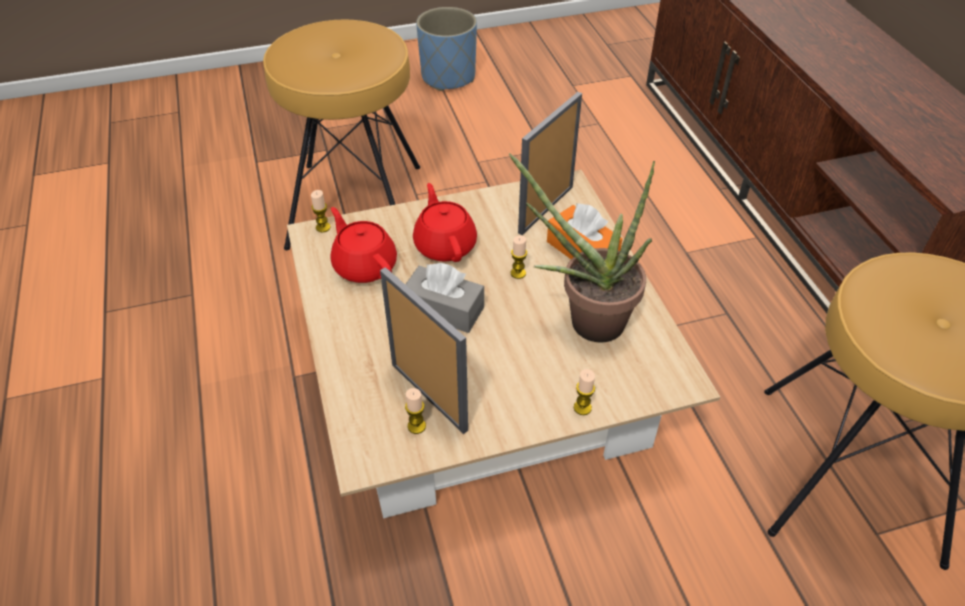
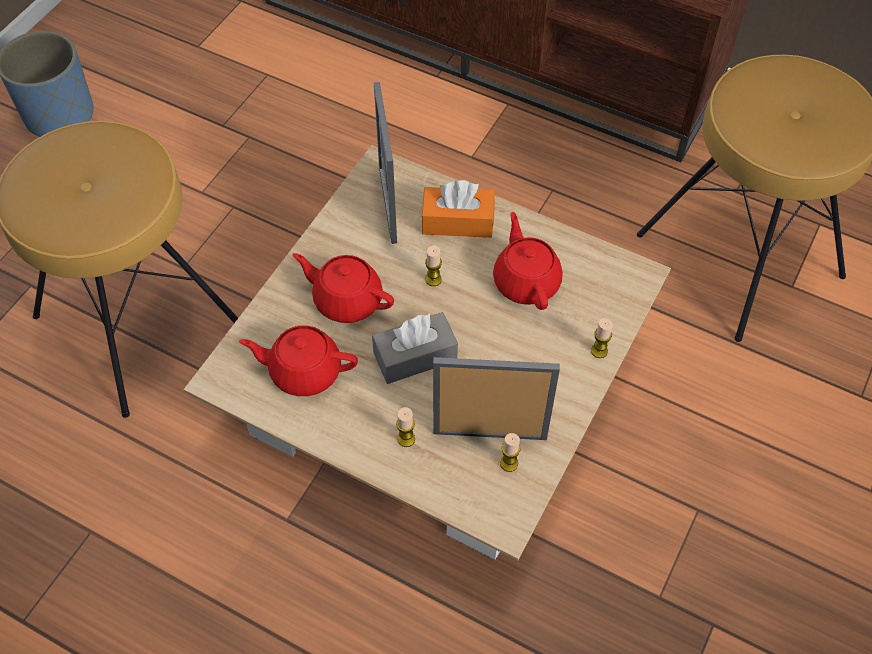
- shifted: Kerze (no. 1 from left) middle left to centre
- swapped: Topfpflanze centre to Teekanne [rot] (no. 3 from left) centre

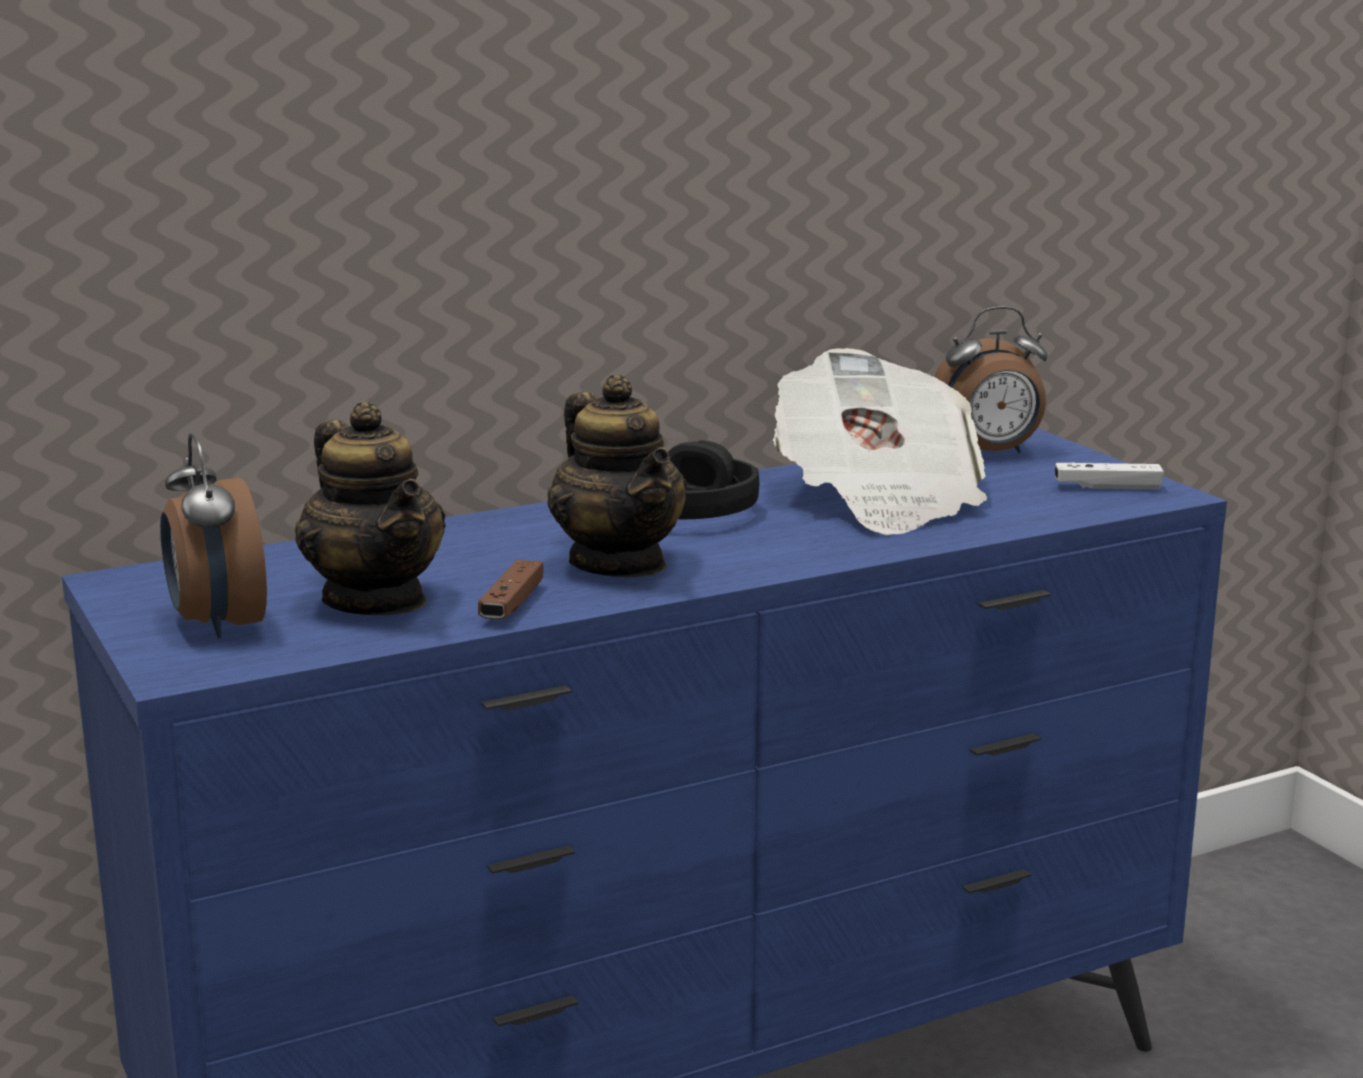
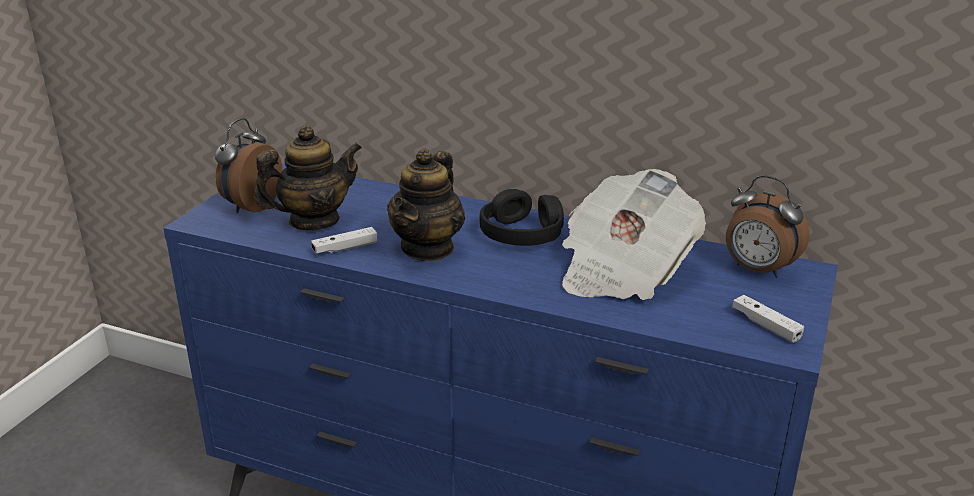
- repainted: Gamepad [braun] centre to Gamepad [weiß] (no. 1 from left) centre
- rotated: Teekanne (no. 1 from left) middle left = middle left 135 degrees counterclockwise

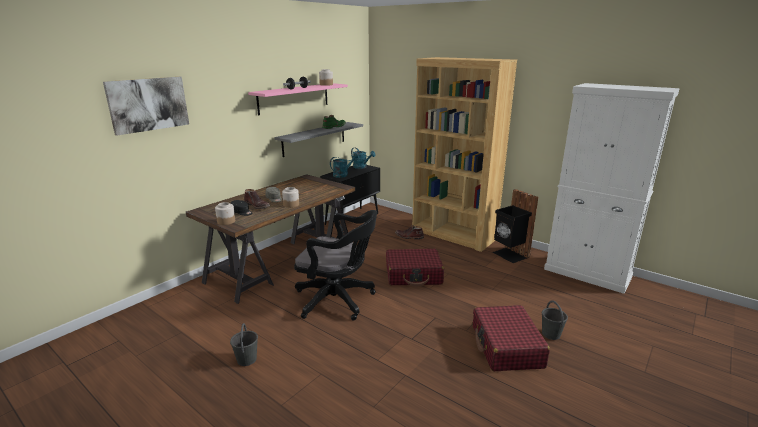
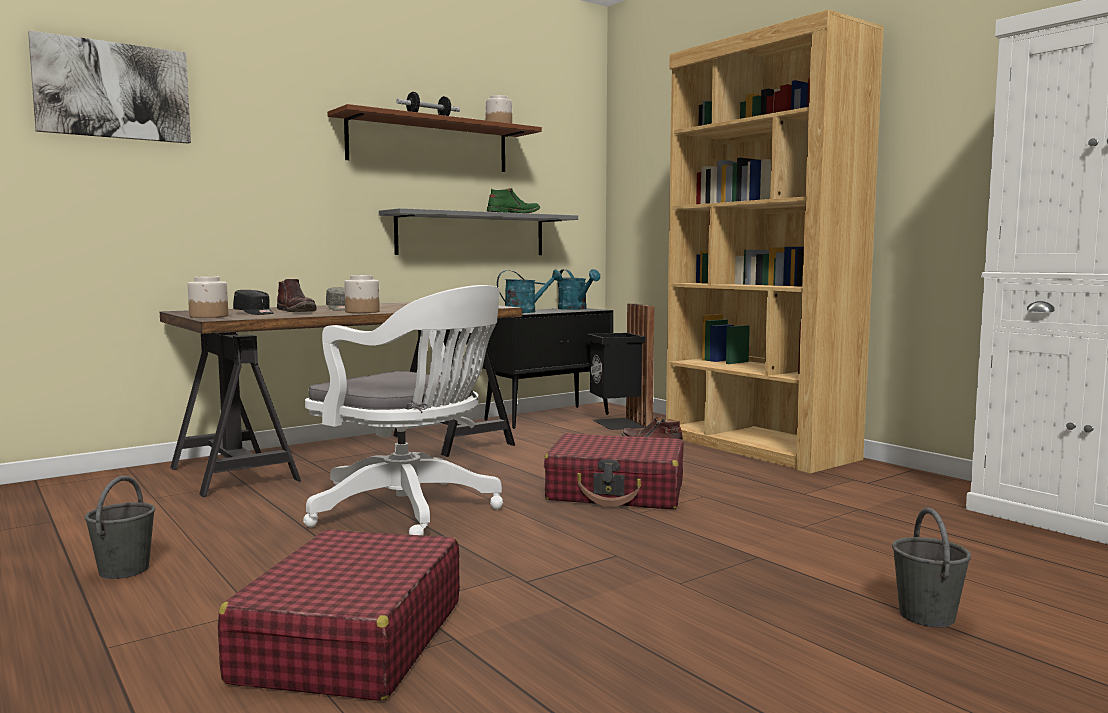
- shifted: Koffer [rot] (no. 2 from left in the first image) bottom right to Koffer [rot] (no. 1 from left) bottom left
- shifted: Mülleimer [schwarz] middle right to centre
- repainted: Wandregal [rosa] top centre to Wandregal [braun] top centre
- repainted: Bürostuhl [schwarz] centre to Bürostuhl [weiß] centre

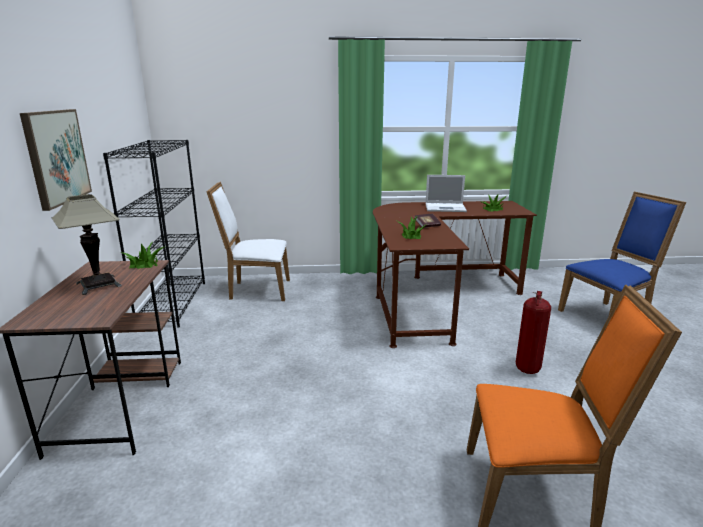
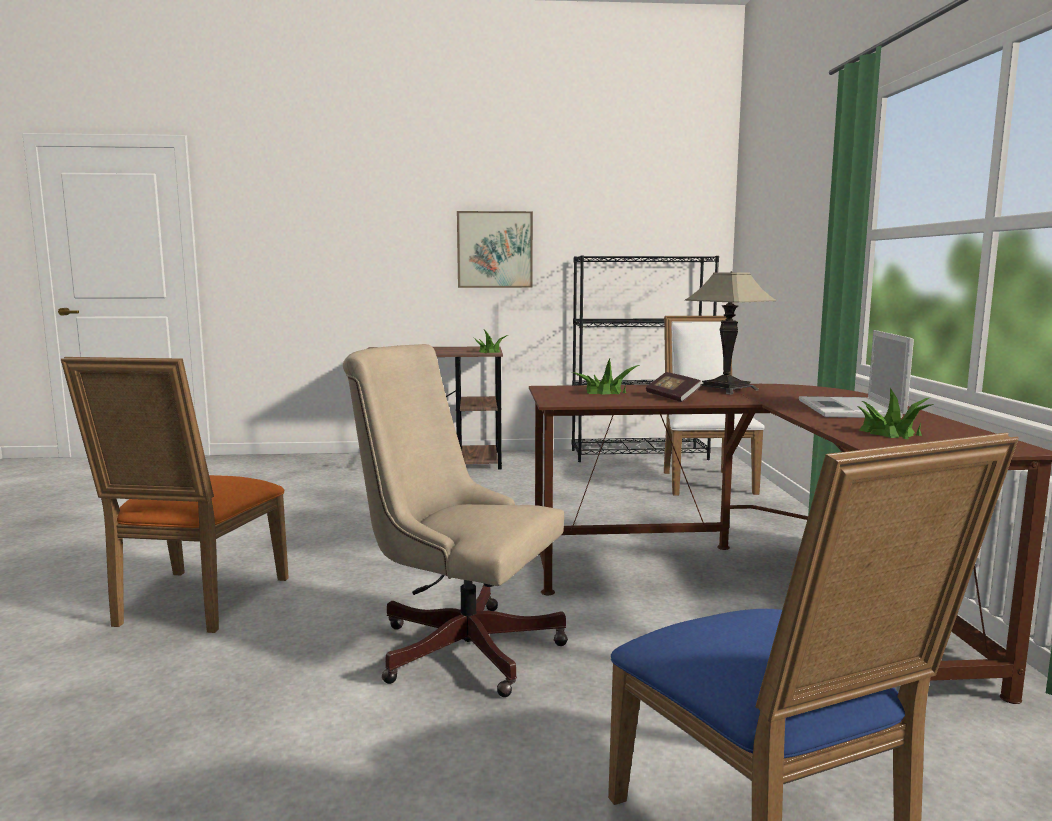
- shifted: Tischlampe middle left to middle right
- swapped: Feuerlöscher middle right to Bürostuhl [beige] centre

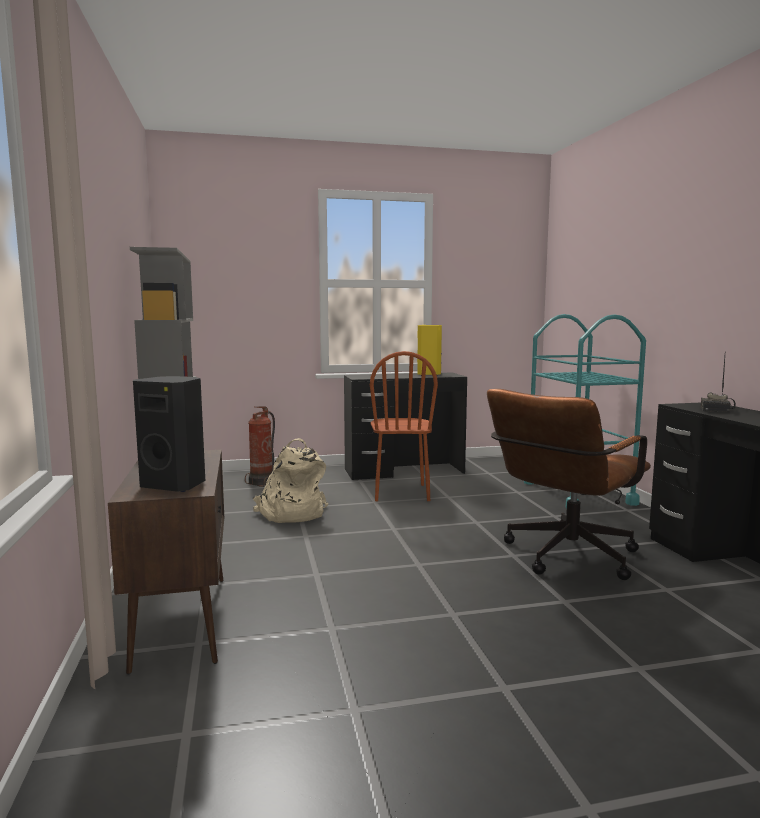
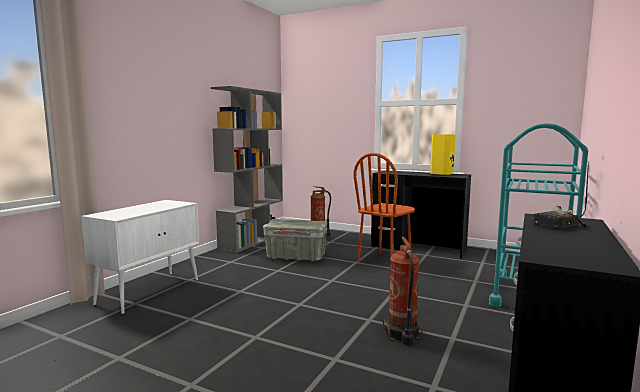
- gone: Lautsprecher [schwarz] middle left
- swapped: Rucksack [beige] centre to Aufbewahrungsbox [grau] centre
- swapped: Bürostuhl [braun] middle right to Feuerlöscher (no. 2 from left) bottom centre
- repainted: Schrank [braun] bottom left to Schrank [weiß] middle left

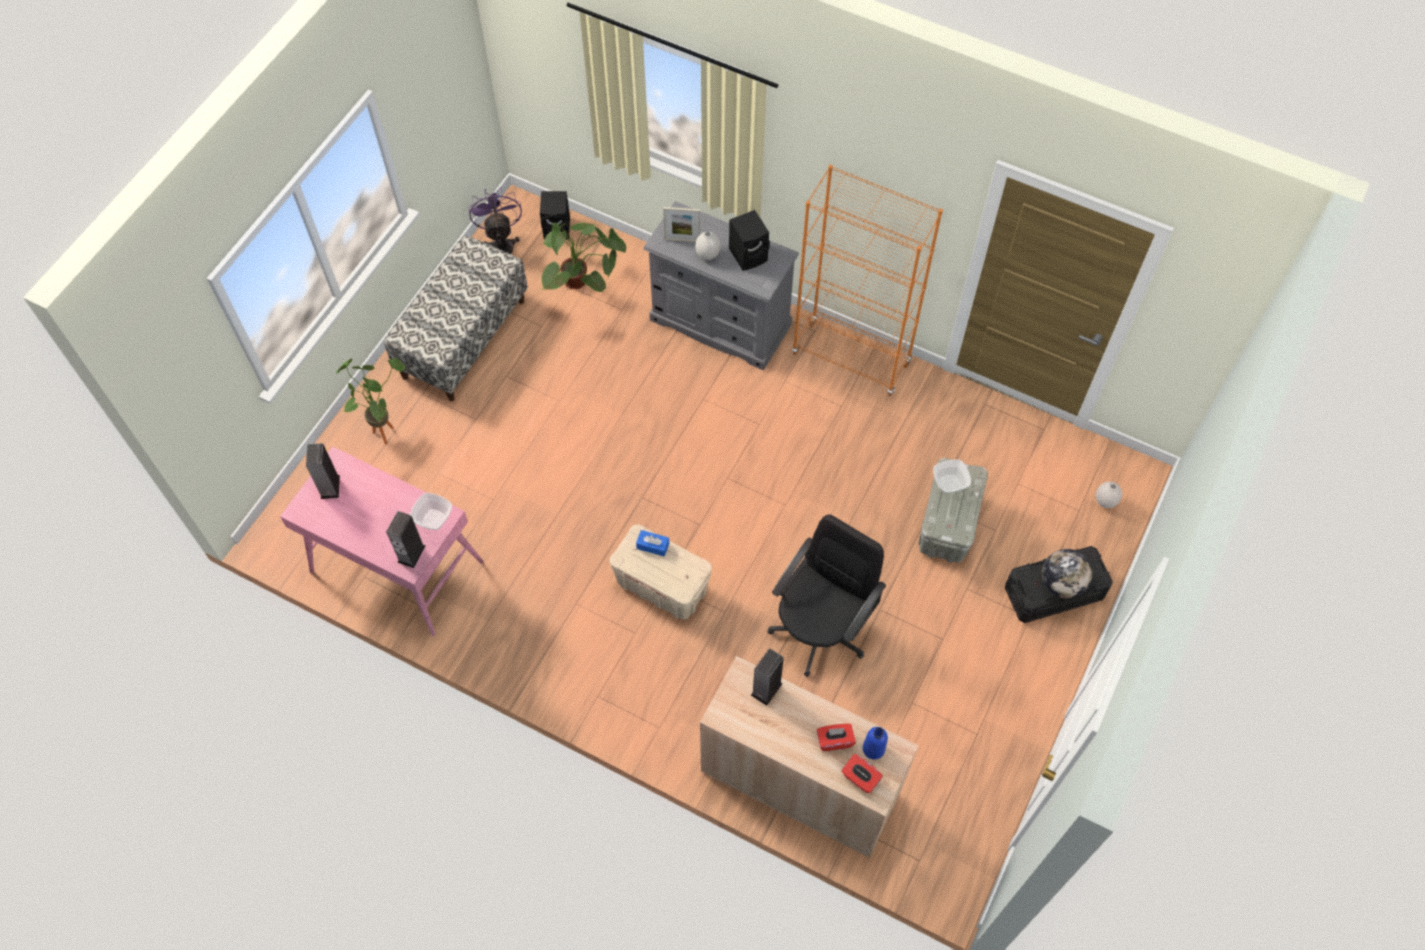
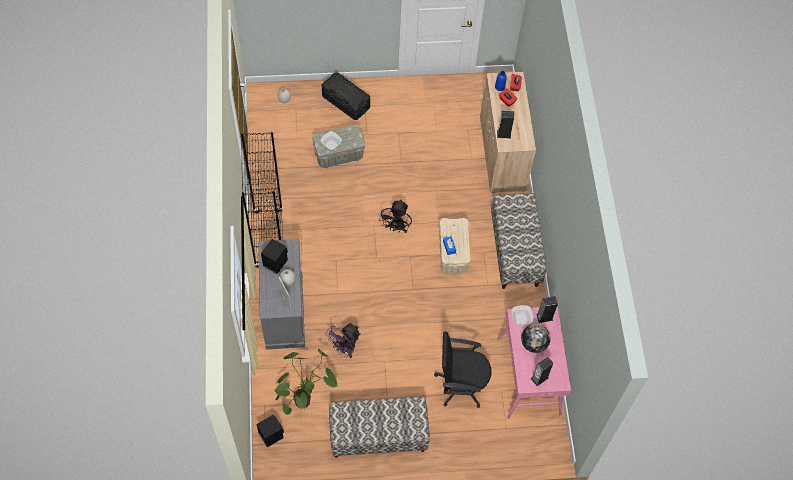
- gone: Topfpflanze (no. 1 from left) middle left
- new: Ventilator [schwarz] centre
- new: Bank (no. 2 from left) centre
- shifted: Ventilator [lila] top centre to bottom centre
- shifted: Bürostuhl [schwarz] centre to bottom centre
- shifted: Globus middle right to bottom right
- repainted: Bücherregal [orange] top centre to Bücherregal [schwarz] middle left

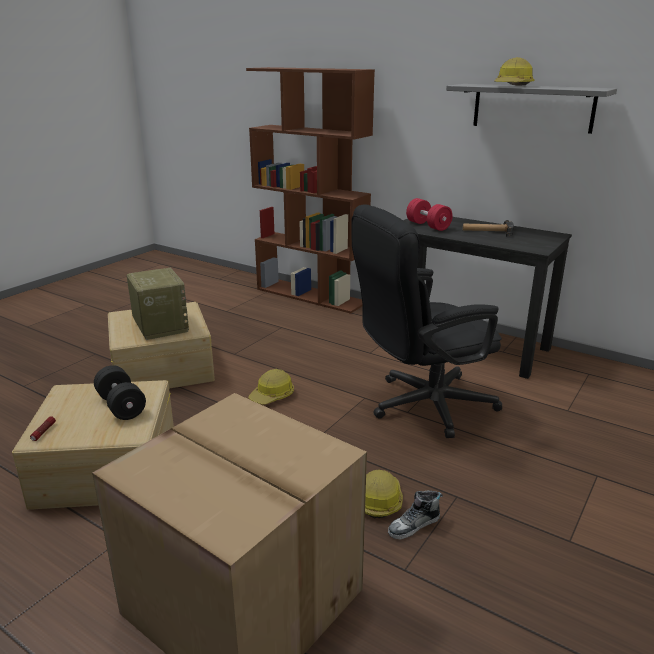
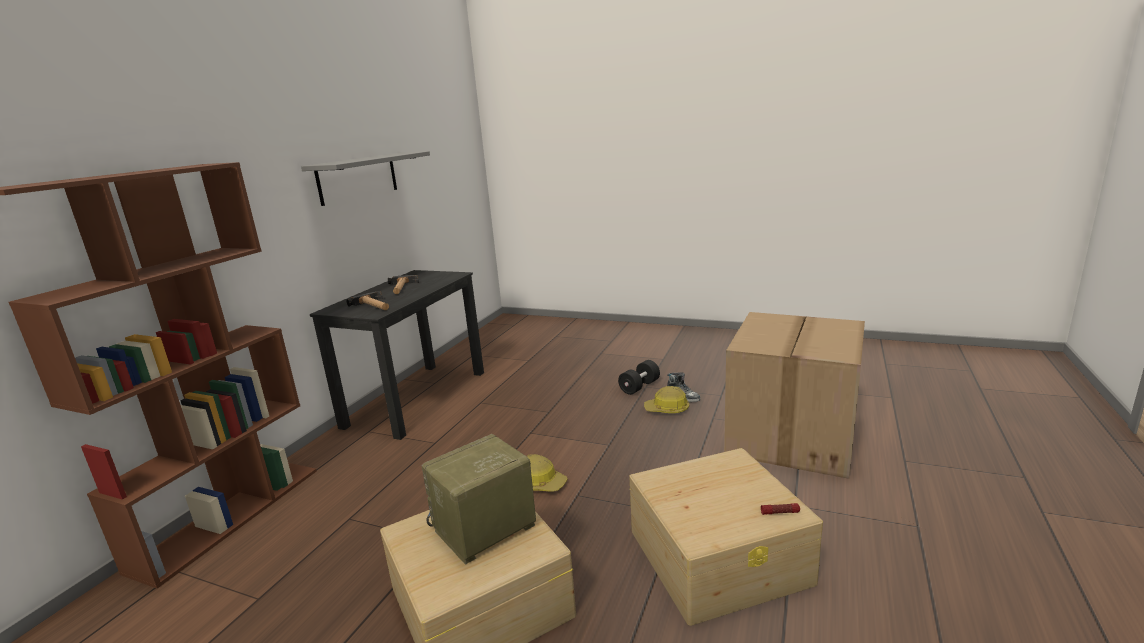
- gone: Bürostuhl [schwarz] centre
- gone: Schutzhelm (no. 3 from left) top right
- shifted: Hantel [schwarz] middle left to centre
- swapped: Hantel [rot] top centre to Hammer (no. 1 from left) middle left

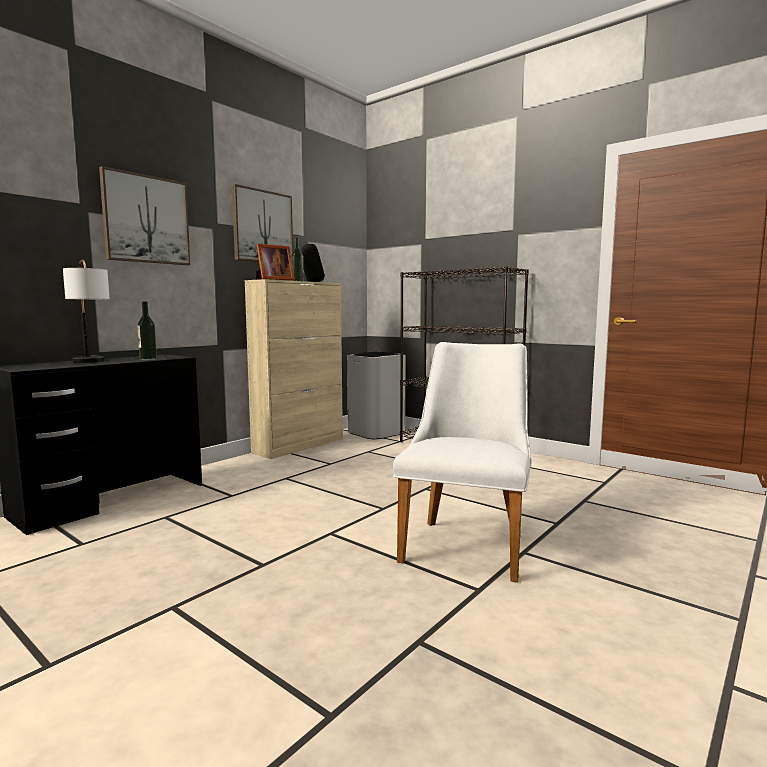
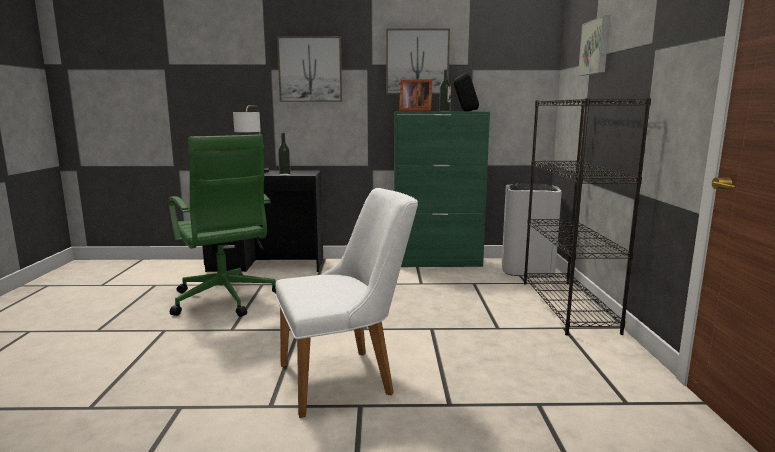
- new: Bürostuhl [grün] middle left
- new: Bild (no. 3 from left) top right
- repainted: Schrank [beige] centre to Schrank [grün] centre

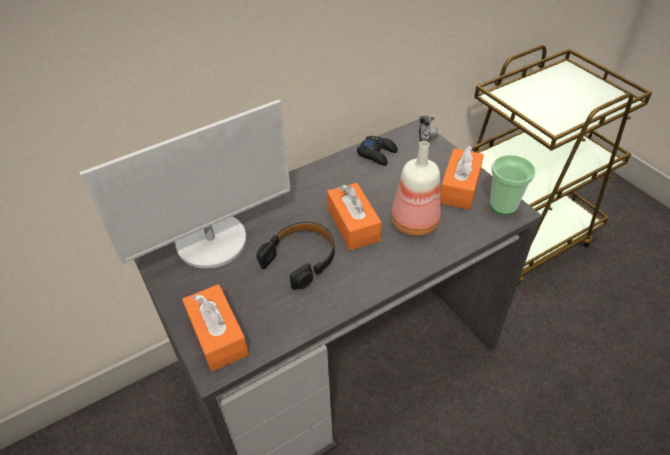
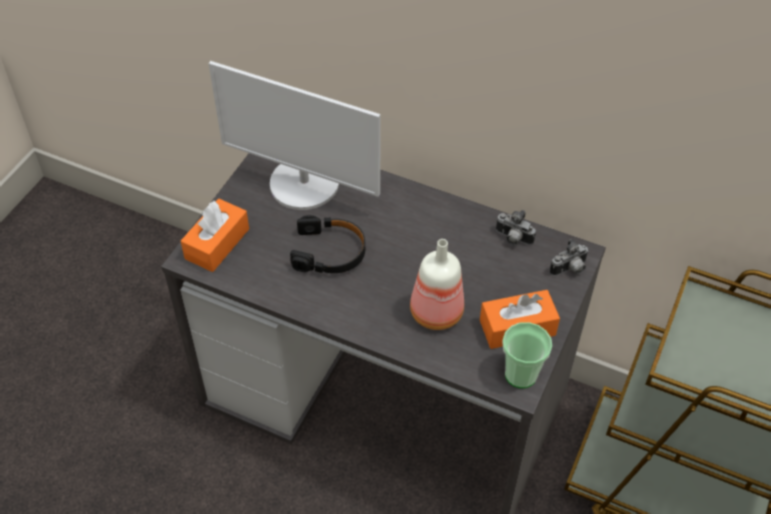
- gone: Taschentuchbox [orange] (no. 2 from left) centre
- swapped: Gamepad [schwarz] top centre to Kamera (no. 1 from left) middle right

